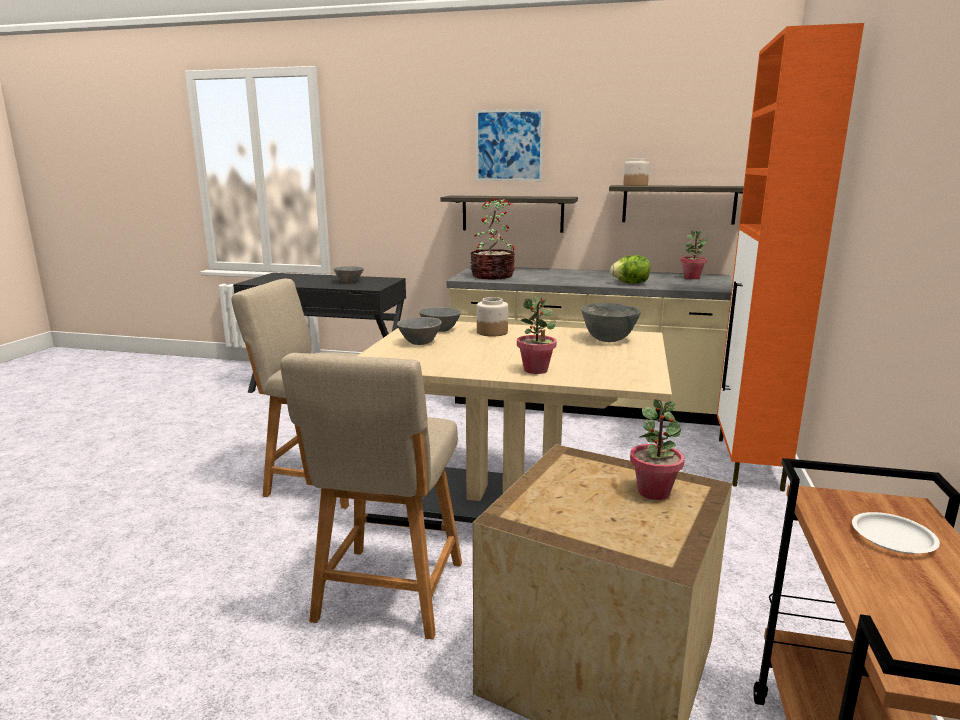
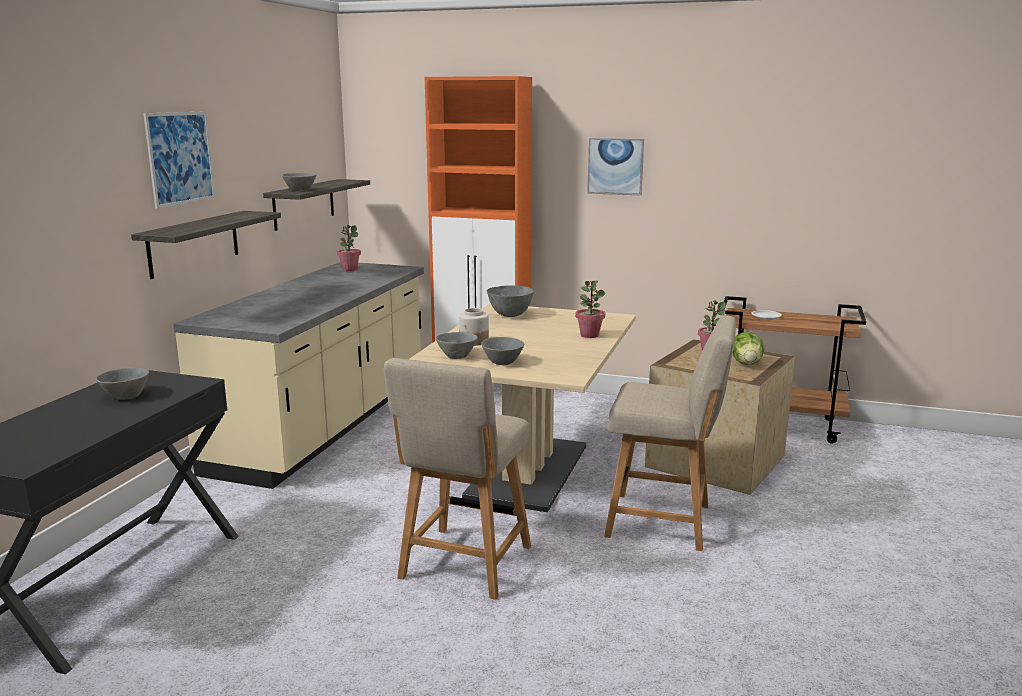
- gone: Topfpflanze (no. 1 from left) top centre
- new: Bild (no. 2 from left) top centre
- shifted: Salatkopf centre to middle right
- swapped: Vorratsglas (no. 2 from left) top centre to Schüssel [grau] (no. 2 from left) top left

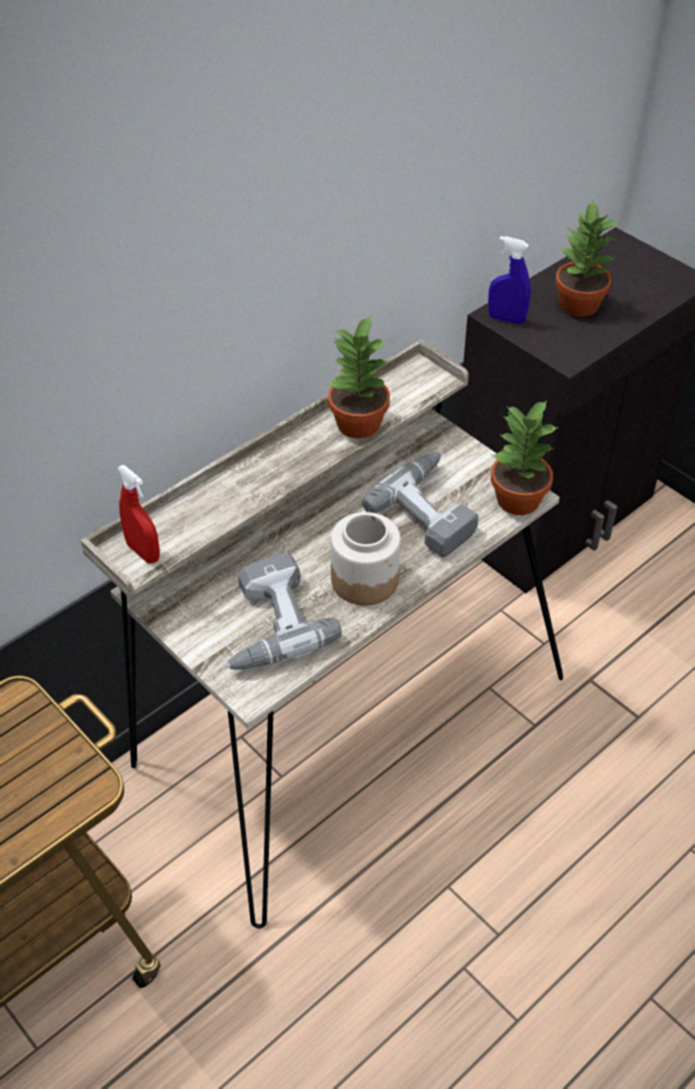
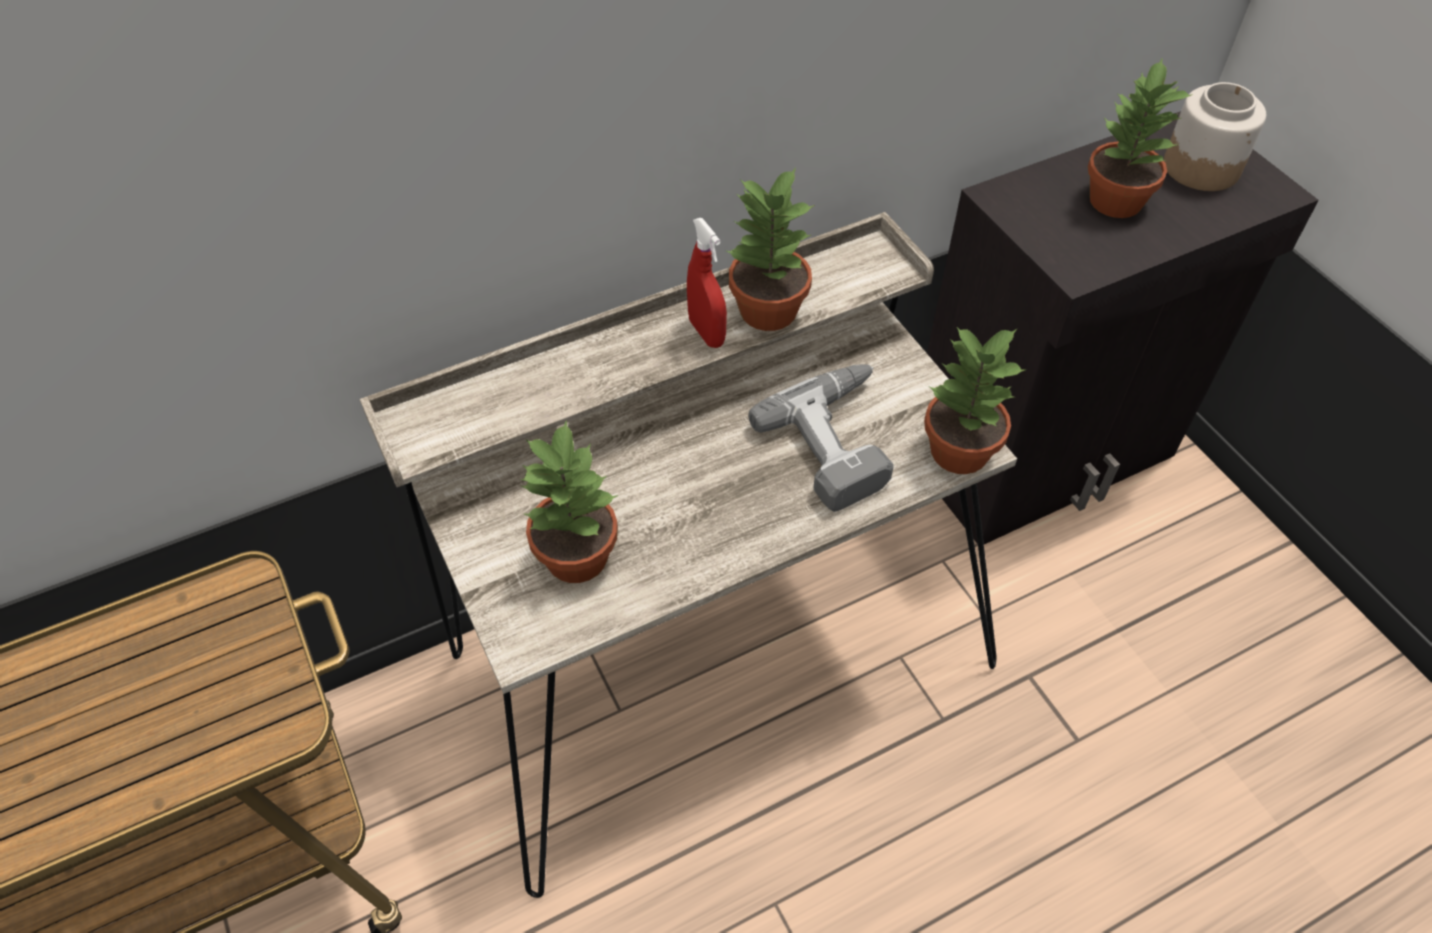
- gone: Sprühflasche [blau] top right
- shifted: Sprühflasche [rot] middle left to top centre
- shifted: Vorratsglas centre to top right
- swapped: Bohrmaschine (no. 1 from left) centre to Topfpflanze (no. 1 from left) centre

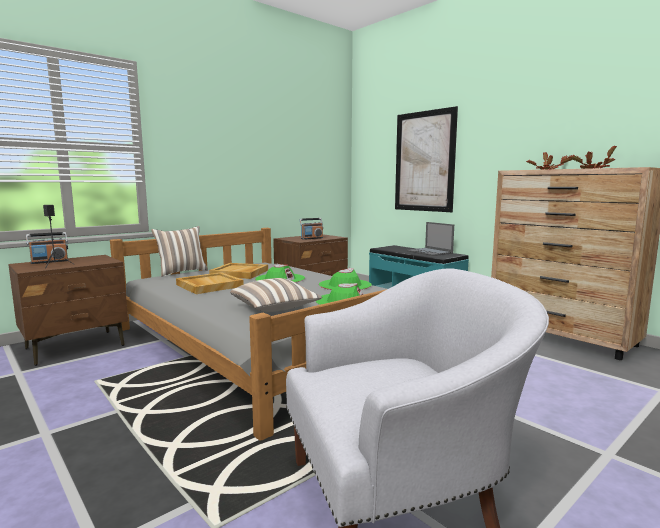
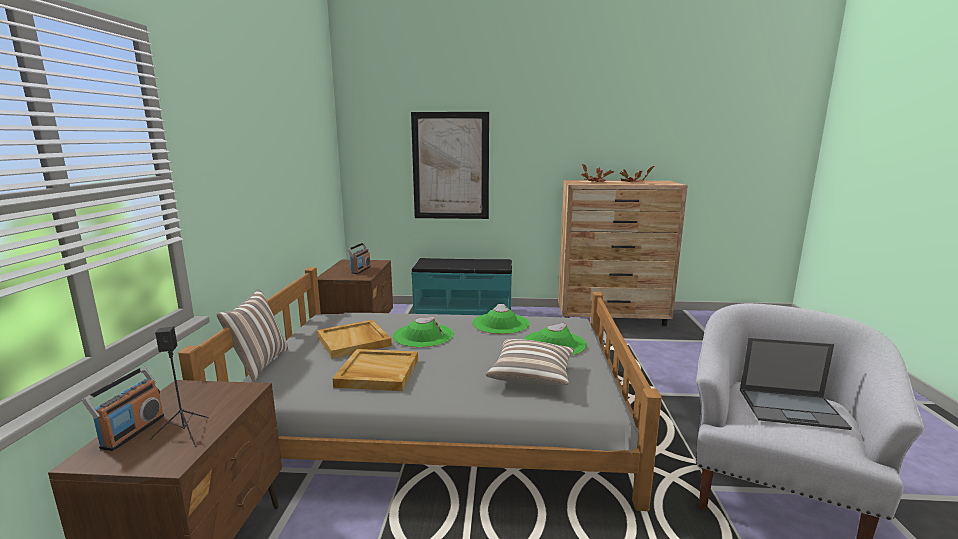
- shifted: Laptop centre to bottom right

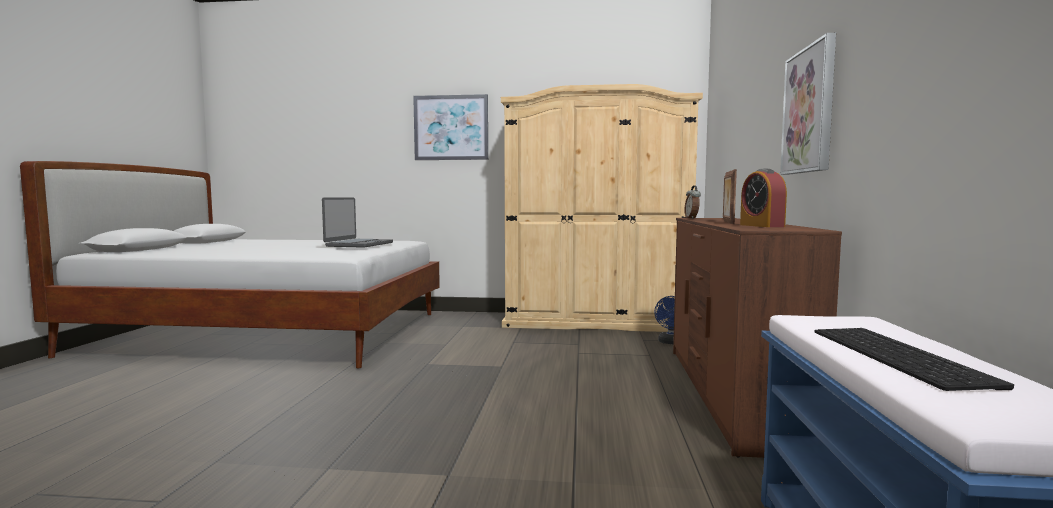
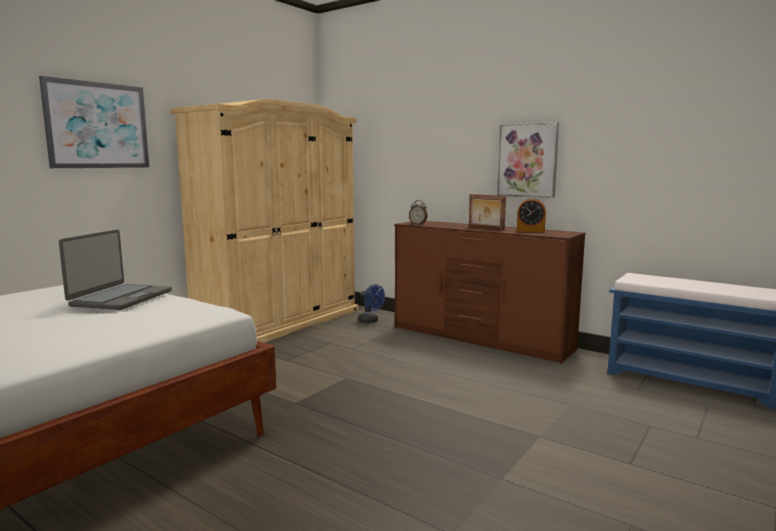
- gone: Tastatur bottom right
- rotated: Laptop centre = middle left 60 degrees clockwise

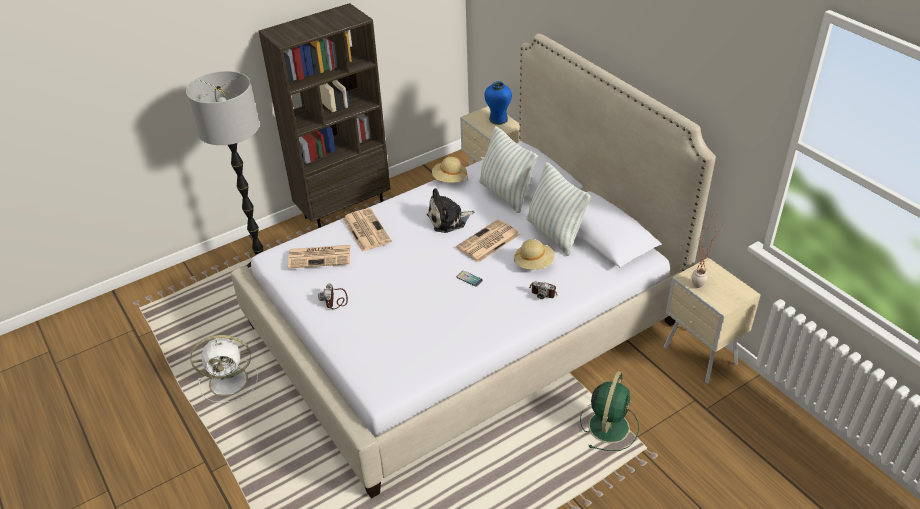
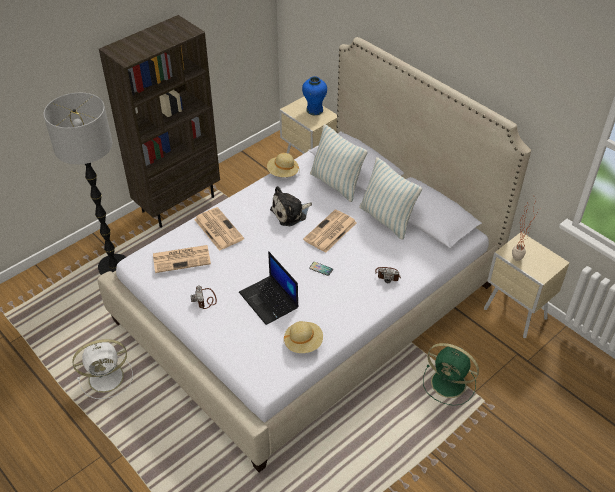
- new: Laptop centre
- shifted: Hut [beige] (no. 2 from left) centre to bottom centre
- rotated: Ventilator [grün] bottom centre = bottom right 105 degrees clockwise

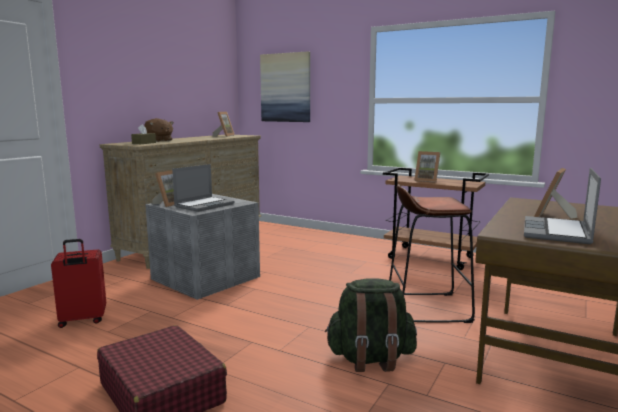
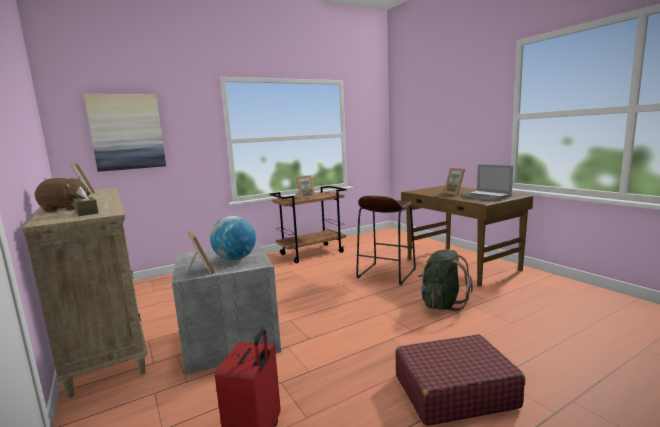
- swapped: Laptop (no. 1 from left) middle left to Globus centre

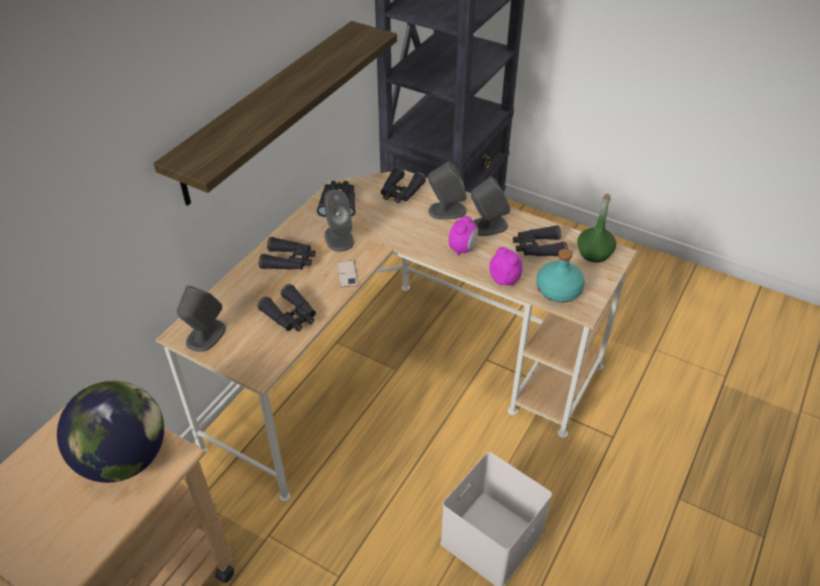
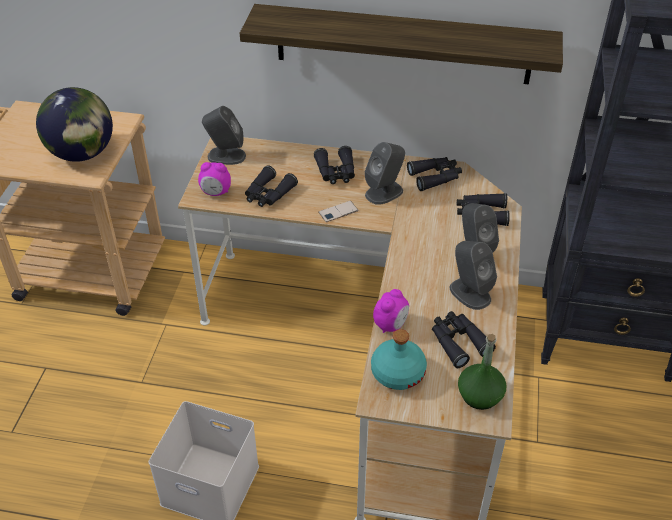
- shifted: Wecker (no. 1 from left) centre to middle left

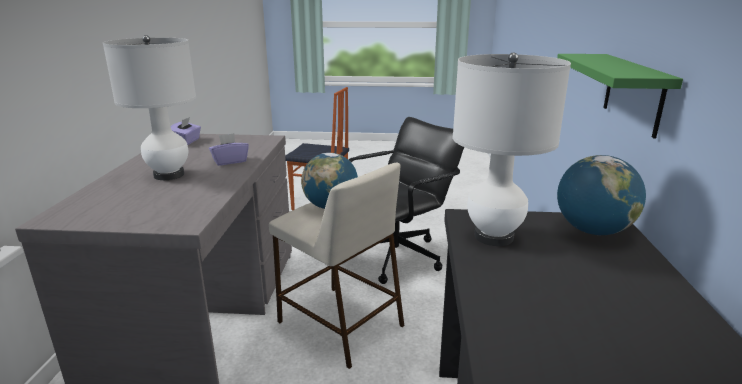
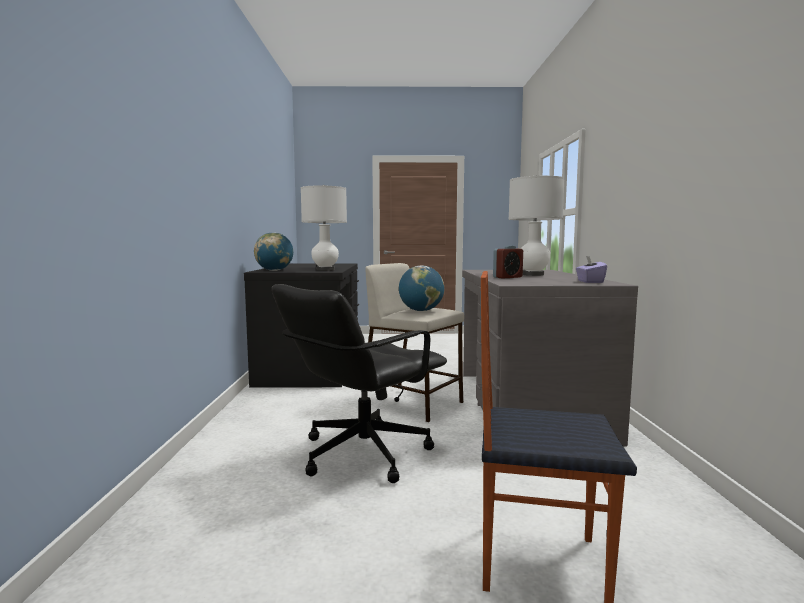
- gone: Wandregal [grün] top right
- swapped: Taschentuchbox [lila] (no. 2 from left) middle left to Wecker centre

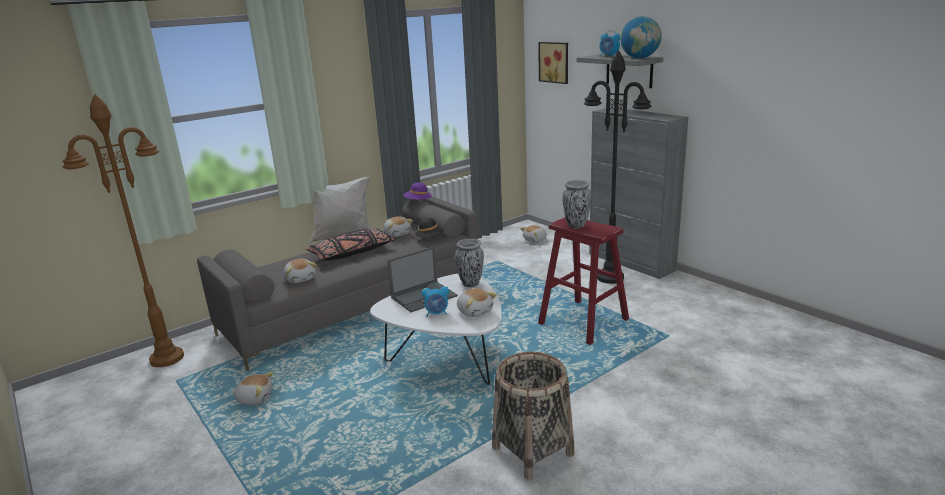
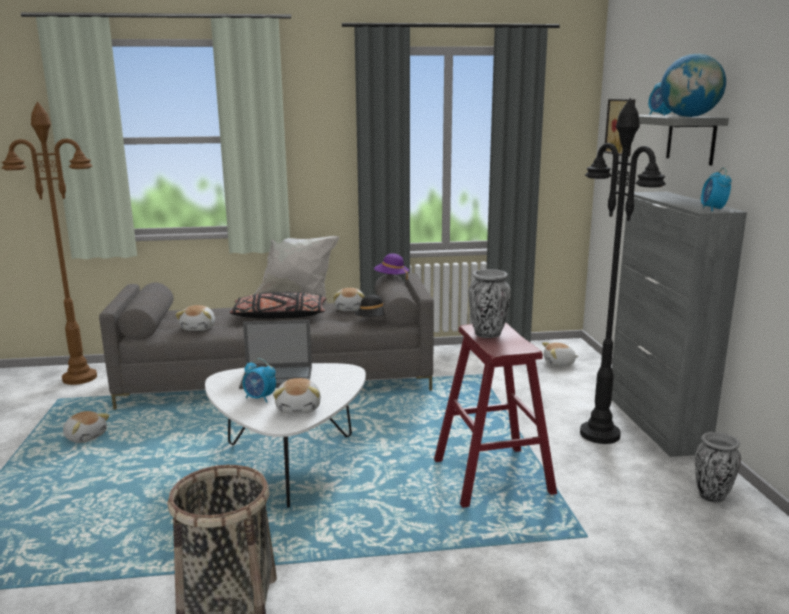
- new: Wecker (no. 3 from left) top right
- shifted: Vase (no. 1 from left in the first image) centre to Vase (no. 2 from left) bottom right

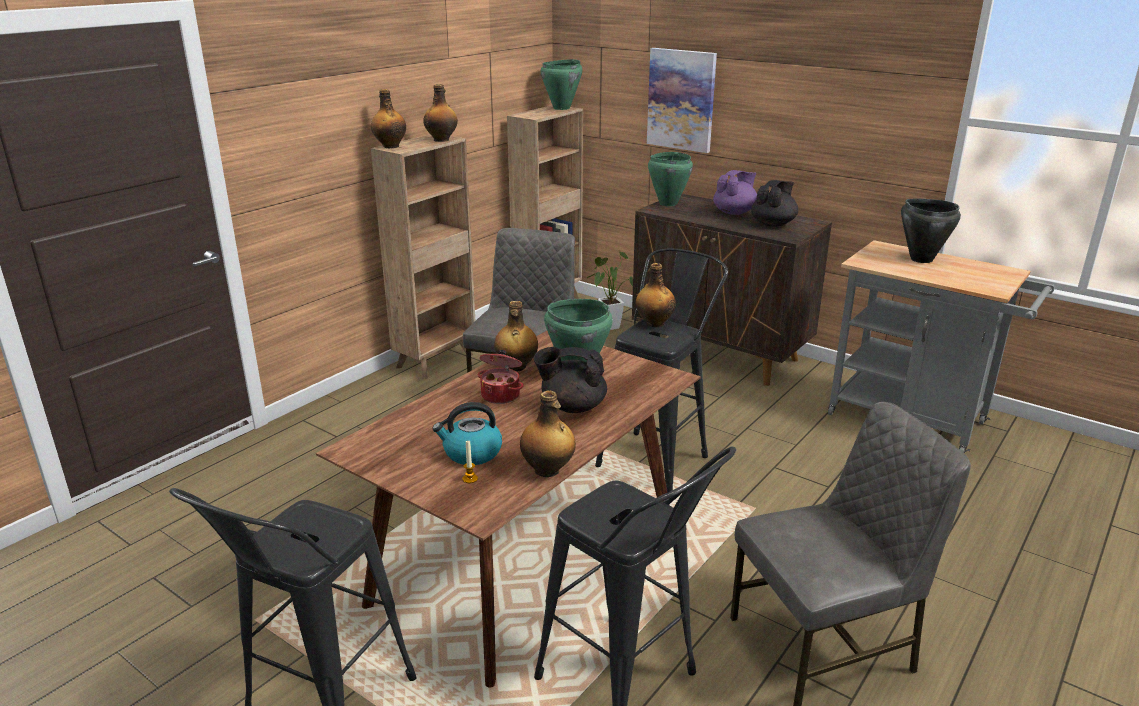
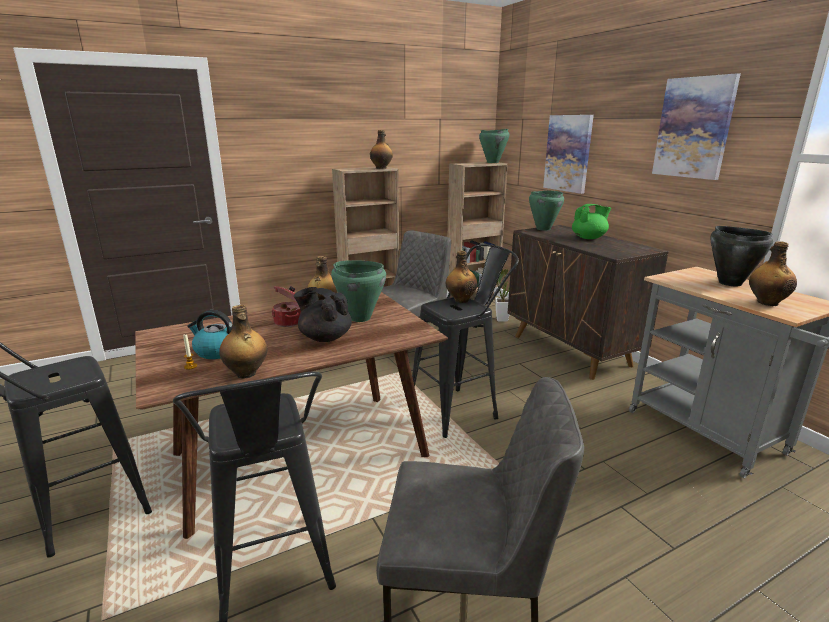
- gone: Teekanne [schwarz] (no. 2 from left) top right
- new: Bild (no. 2 from left) top right
- shifted: Flasche (no. 1 from left in the first image) top centre to Flasche (no. 5 from left) middle right
- repainted: Teekanne [lila] top centre to Teekanne [grün] middle right

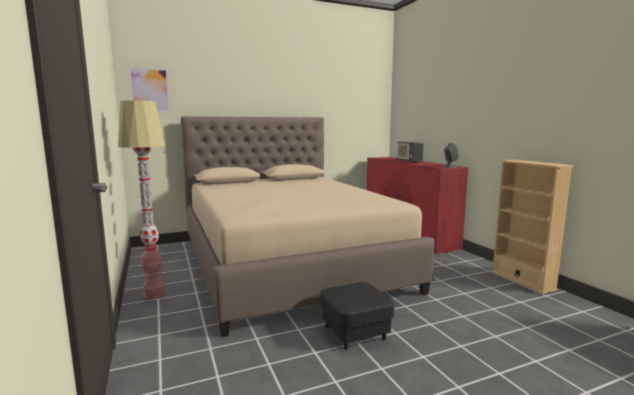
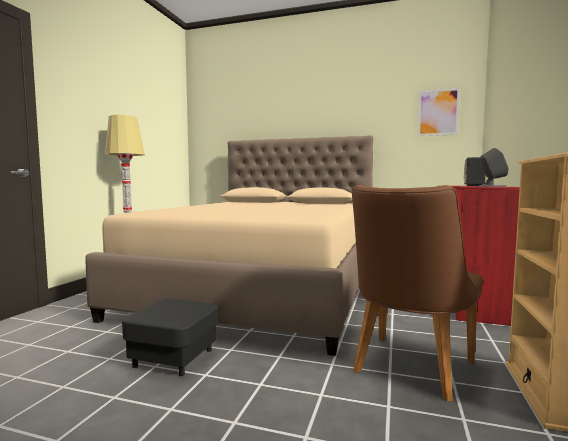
- new: Stuhl [braun] middle right
- shifted: Bild top left to top right

